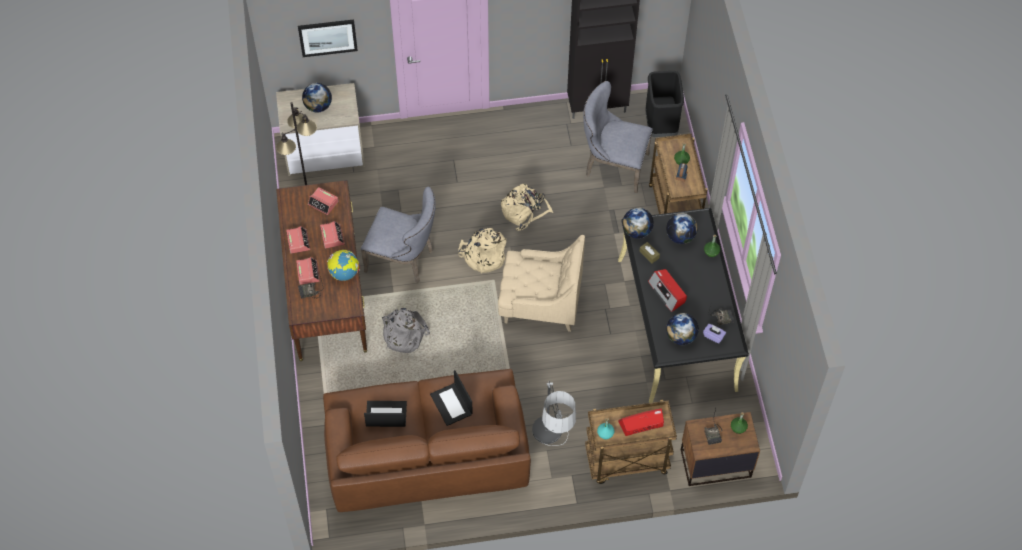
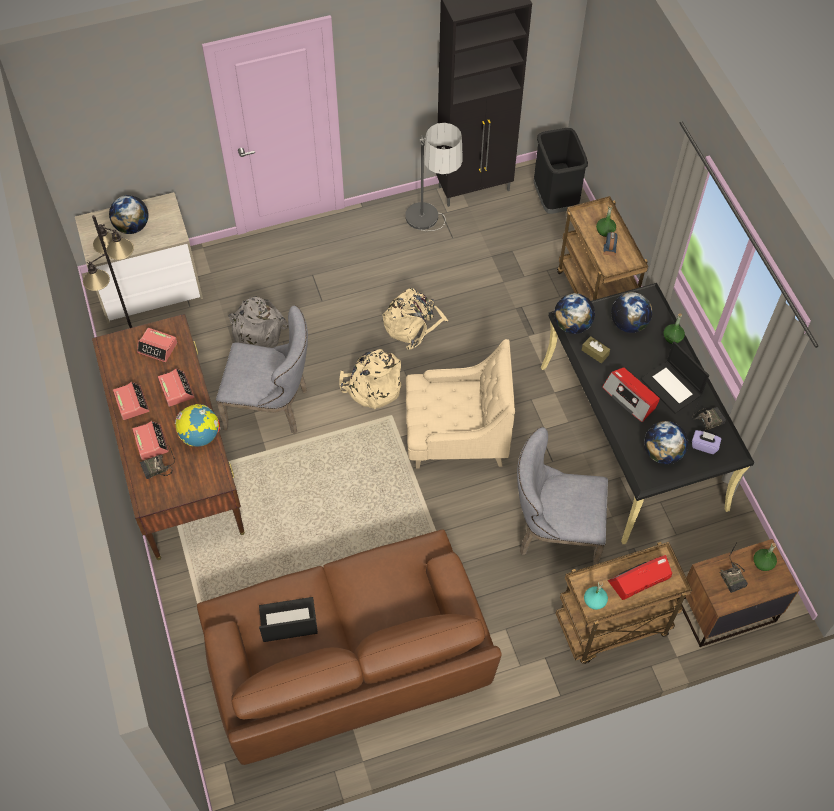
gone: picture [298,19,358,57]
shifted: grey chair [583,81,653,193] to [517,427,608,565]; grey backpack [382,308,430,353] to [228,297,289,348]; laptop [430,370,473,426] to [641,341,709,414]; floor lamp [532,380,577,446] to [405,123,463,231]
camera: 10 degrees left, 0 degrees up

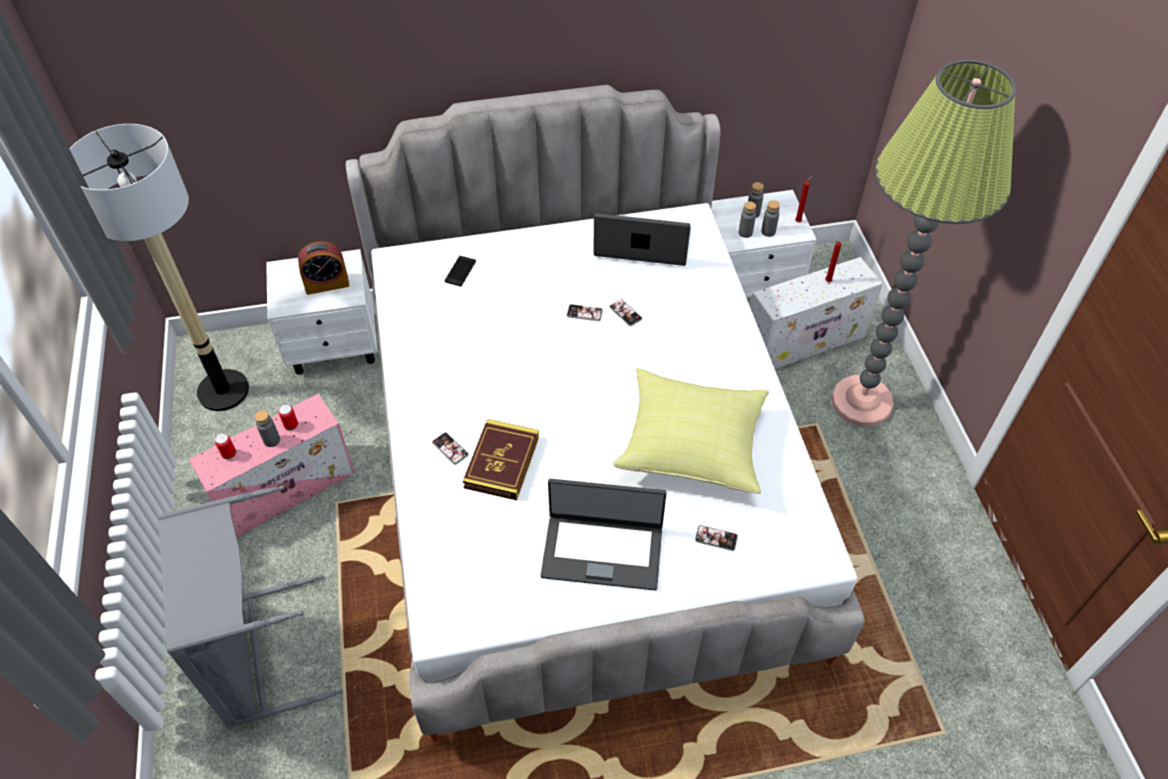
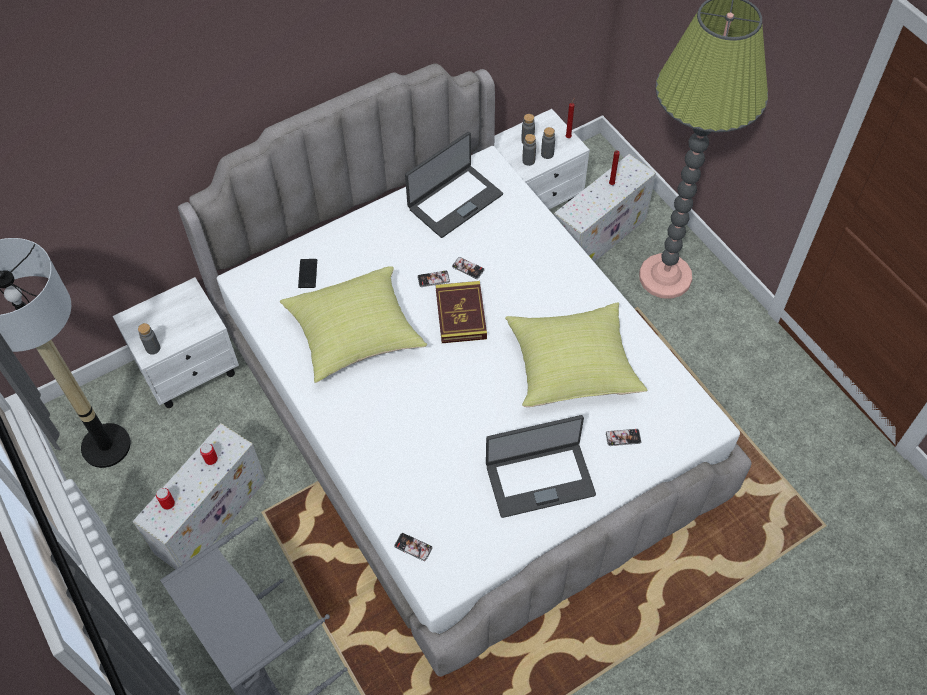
gone: alarm clock [298,242,349,295]
new: yellow pillow [280,266,427,383]
shifted: grey bottle [255,410,280,447] to [138,323,160,355]; book [463,419,539,500] to [436,281,487,343]; phone [432,432,469,465] to [394,533,433,561]
repainted: pink storage box [188,394,355,537] to white storage box [132,423,266,569]
rotated: laptop [593,213,691,266] = [405,132,503,238] 150 degrees clockwise
camera: 20 degrees left, 5 degrees up

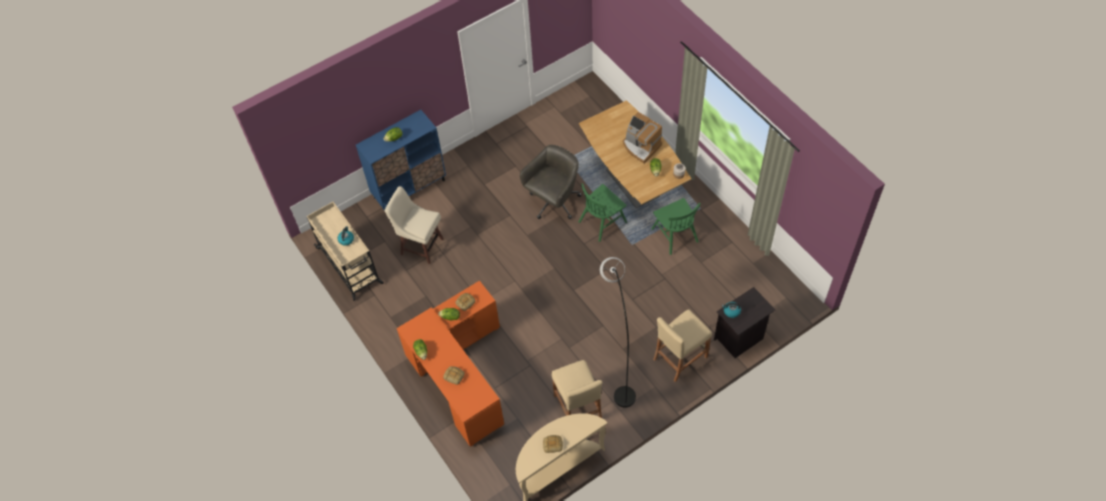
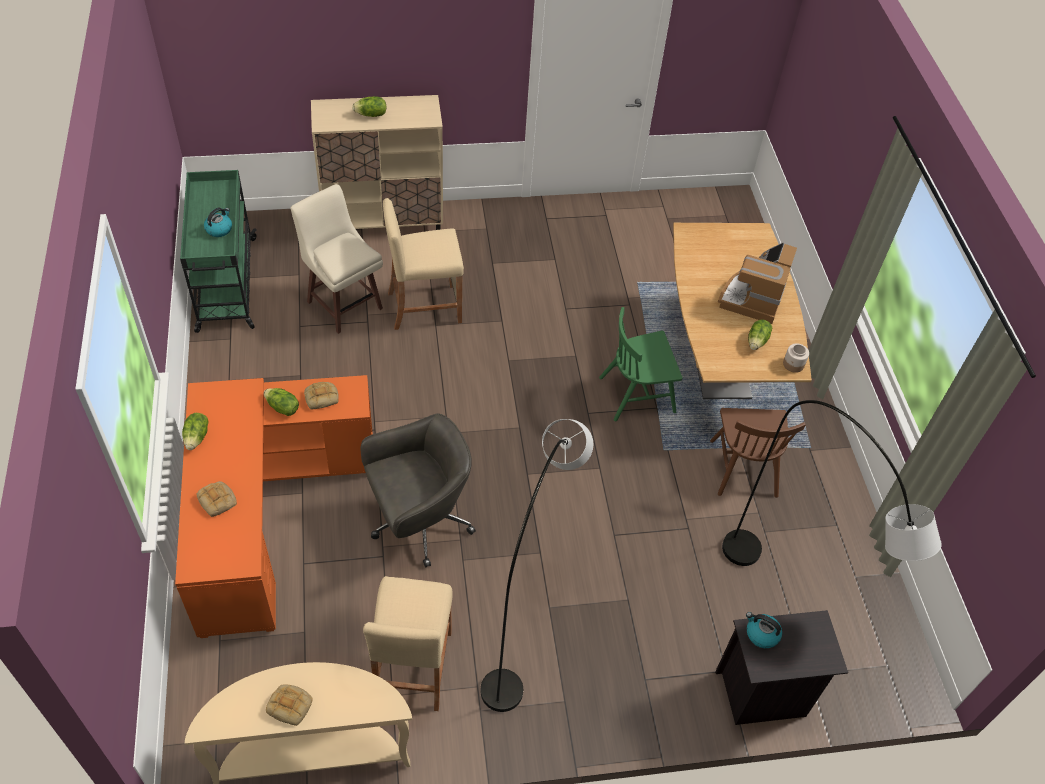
new: grey floor lamp [722,400,942,566]
shifted: grey office chair [520,145,582,219] to [360,413,476,567]; beige stool [653,310,712,382] to [383,198,464,330]
repainted: blue cabinet [356,110,446,210] to beige cabinet [311,95,443,230]; green chair [651,198,701,255] to brown chair [710,408,806,498]; beige cart [306,202,384,301] to green cart [180,170,257,333]
rotated: coffee machine [623,112,662,164] = [718,242,797,324] 45 degrees clockwise
camera: 20 degrees right, 5 degrees down

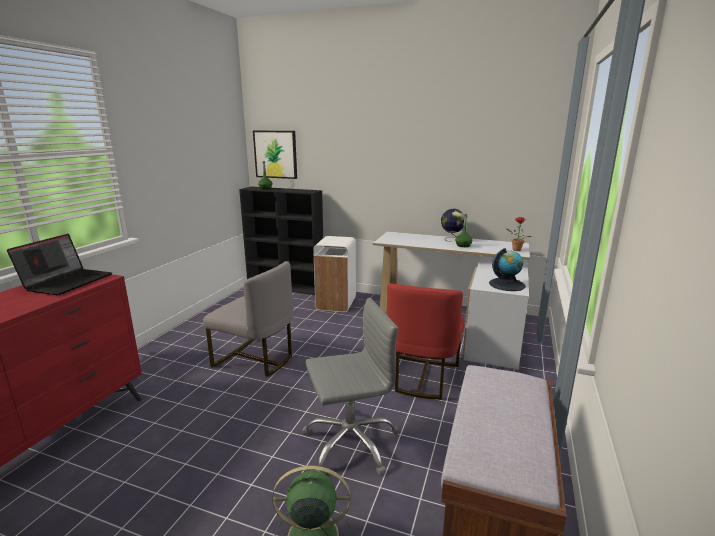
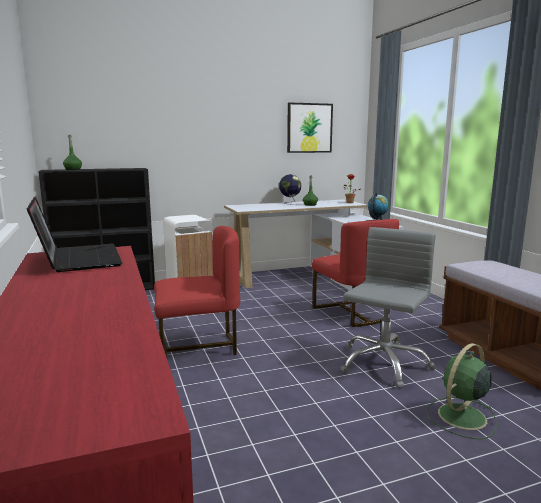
shifted: picture [253,131,297,179] to [287,102,333,153]
repainted: grey chair [203,261,293,377] to red chair [154,226,240,357]
camera: 40 degrees left, 5 degrees down

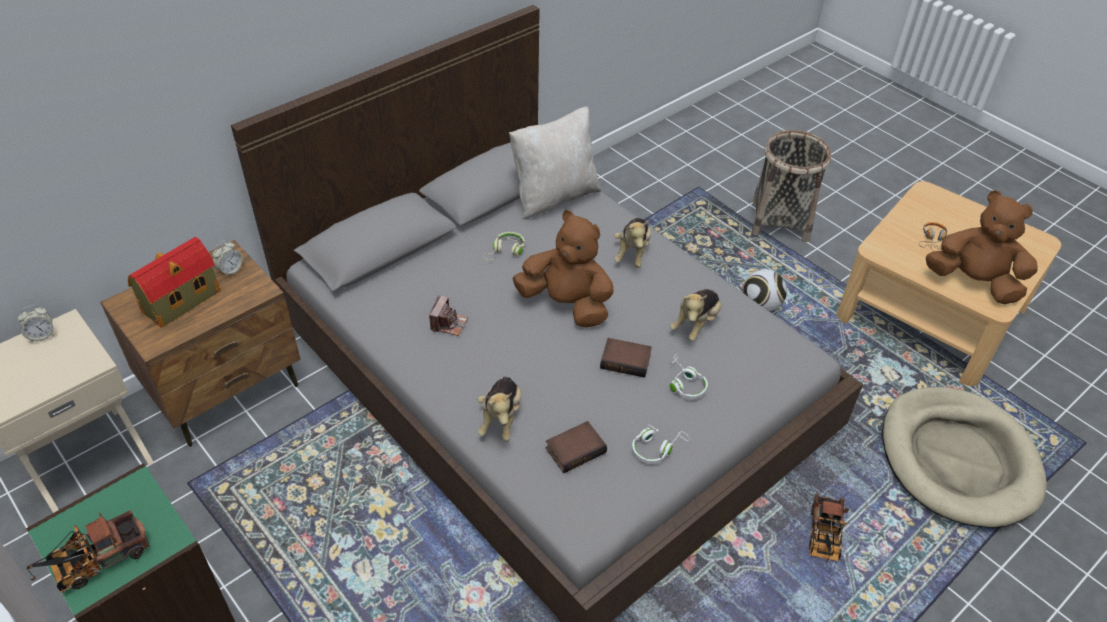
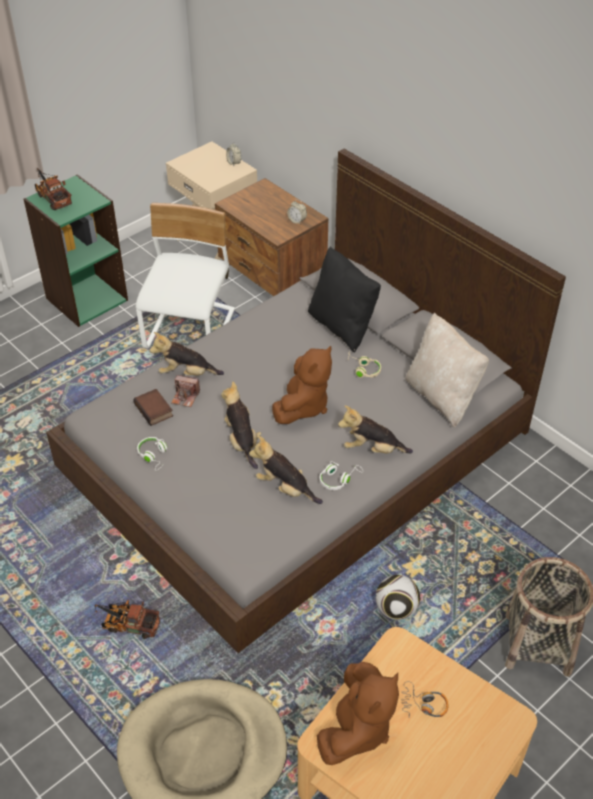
gone: toy house [128,236,220,328]
new: white chair [135,203,235,349]; black pillow [308,246,381,353]
shifted: photo camera [429,295,468,336] to [171,375,200,407]; white headphones [670,353,708,399] to [320,461,363,490]
swapped: book [600,338,652,378] to plush toy [221,382,262,469]
camera: 90 degrees right, 0 degrees up

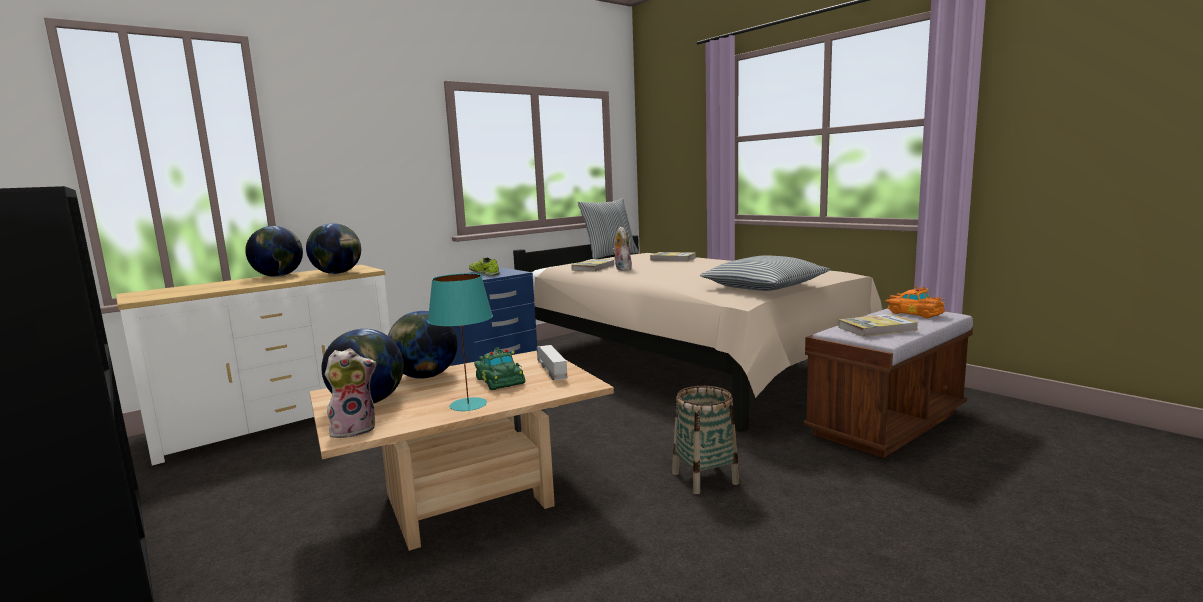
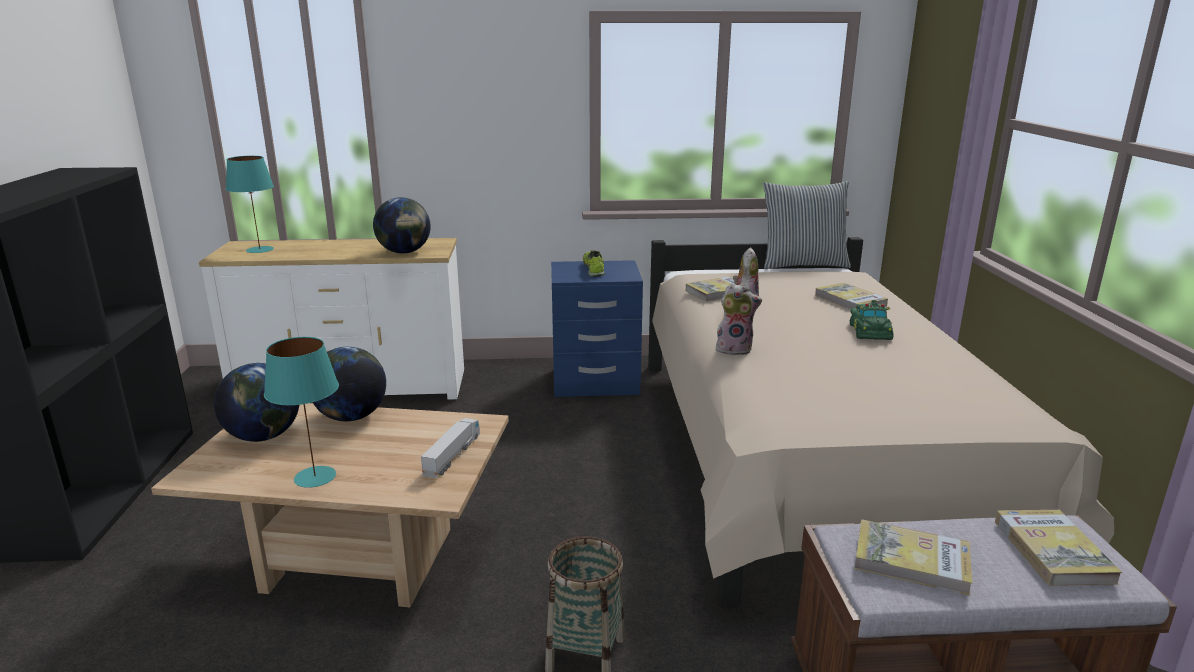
gone: globe [245,226,303,277]; pillow [700,255,830,291]
new: turquoise table lamp [226,156,274,253]
shifted: green toy car [474,347,525,390] to [850,300,893,340]; plush toy [325,349,377,438] to [716,283,762,355]
swapped: orange toy car [885,286,946,318] to book [995,510,1122,586]
camera: 35 degrees right, 10 degrees up

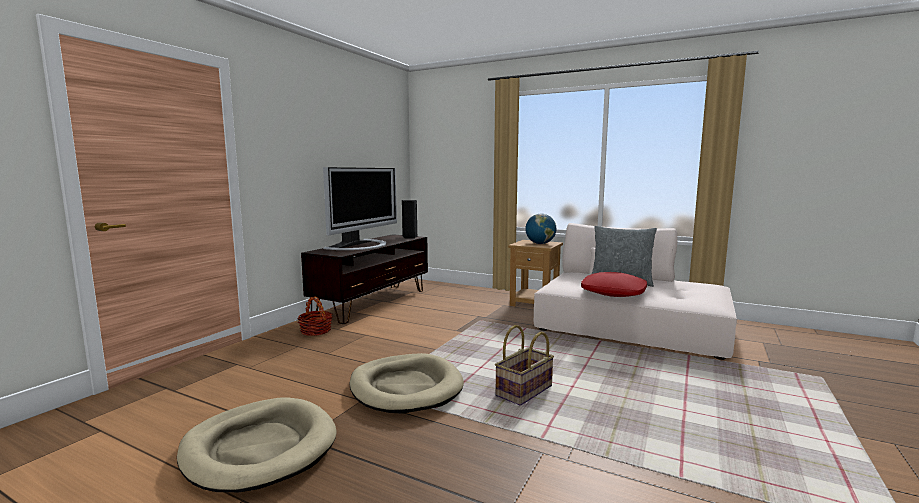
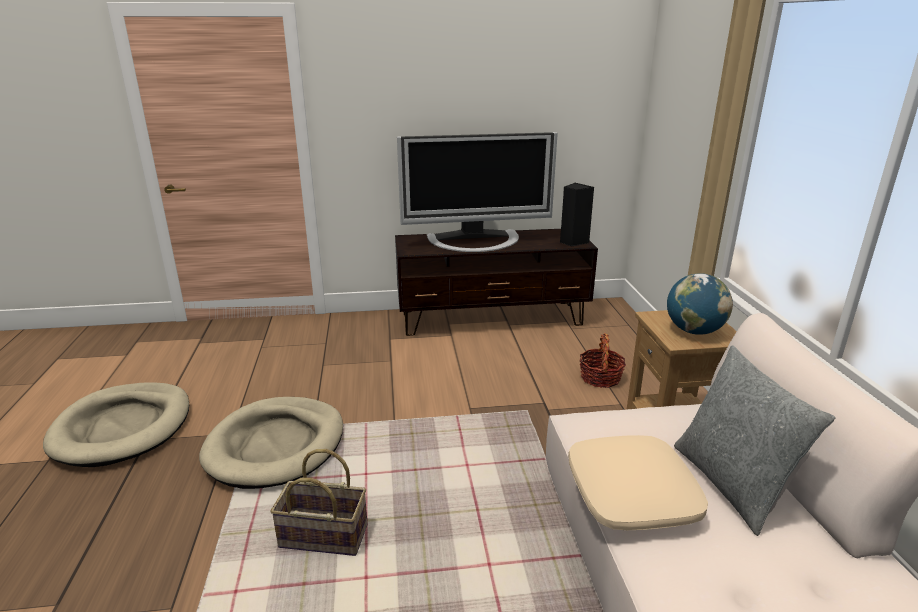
shifted: basket [297,296,332,336] to [579,333,626,388]
repainted: red pillow [581,272,647,297] to beige pillow [568,435,708,530]
camera: 55 degrees right, 15 degrees up

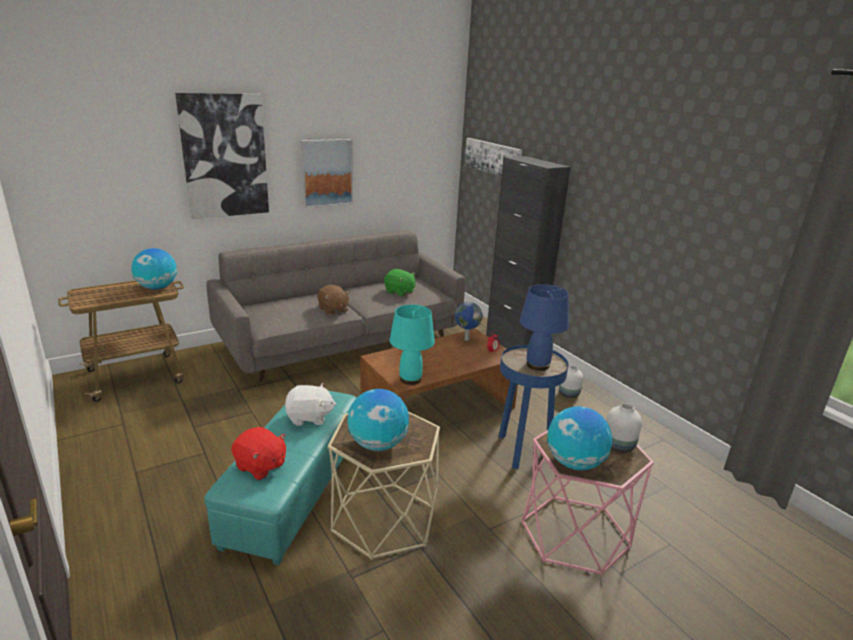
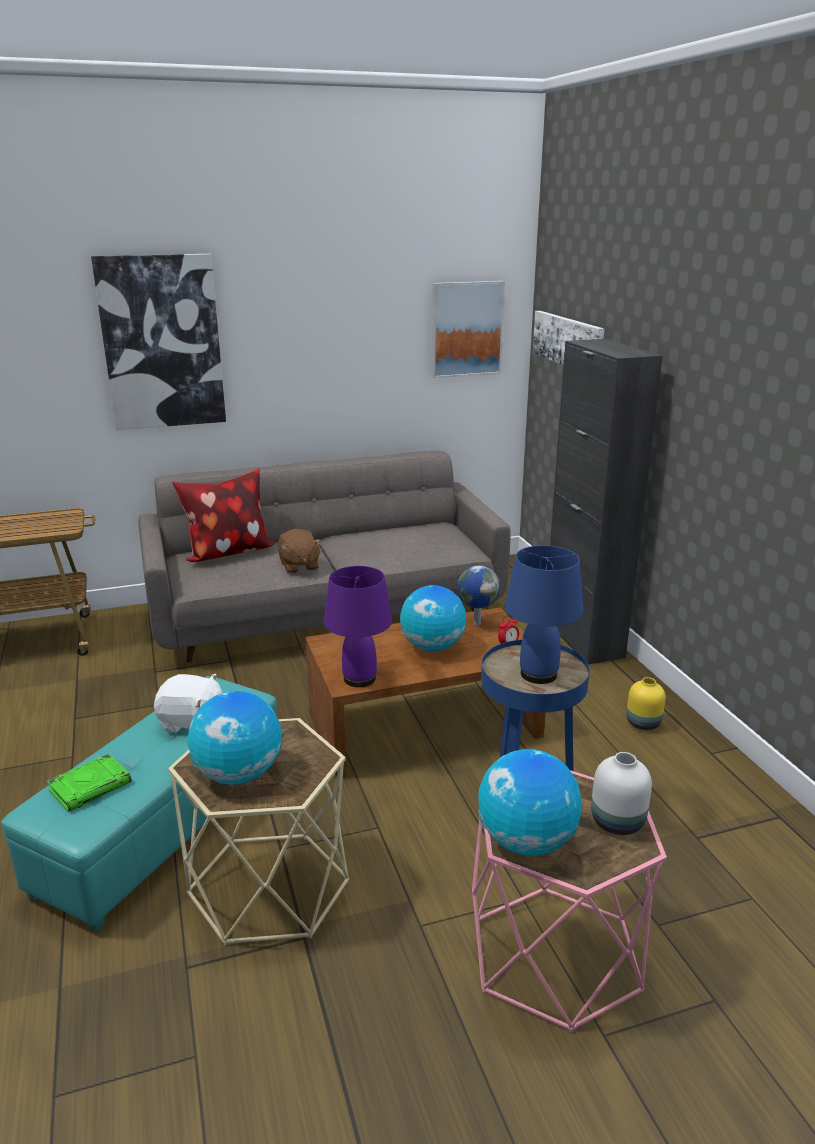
gone: green plush toy [384,269,415,296]
new: pillow [172,469,274,562]
shifted: picture [301,139,353,208] to [432,281,505,378]; globe [131,248,177,290] to [400,585,466,652]
swapped: red plush toy [231,427,286,480] to green book [47,754,131,812]
repainted: turquoise table lamp [390,305,435,385] to purple table lamp [324,566,392,687]; white vase [559,365,583,398] to yellow vase [627,677,666,730]
camera: 15 degrees right, 0 degrees up

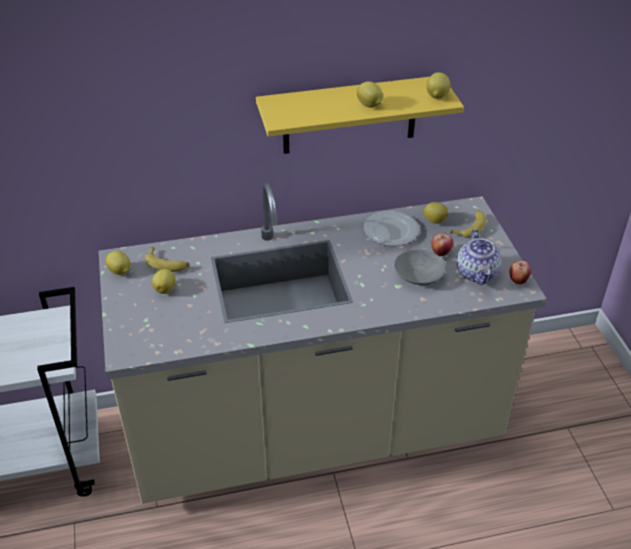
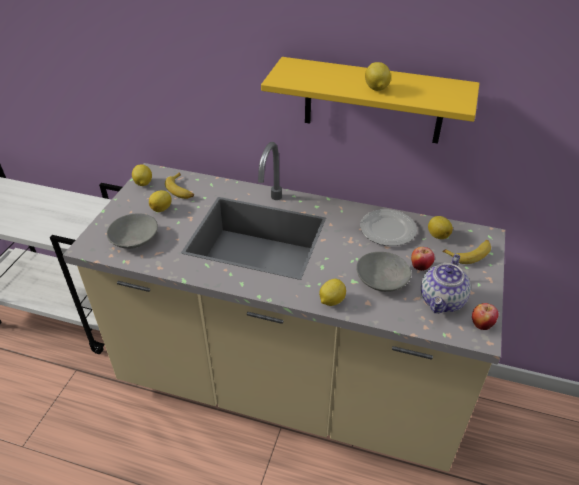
new: grey bowl [107,213,158,249]
shifted: lemon [427,72,451,99] to [319,279,346,306]
camera: 30 degrees right, 0 degrees up

